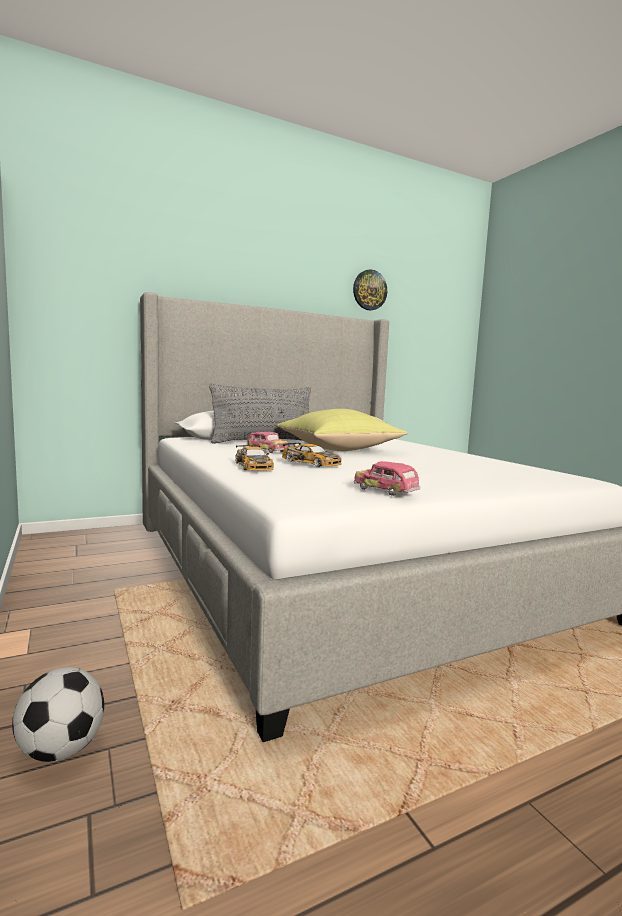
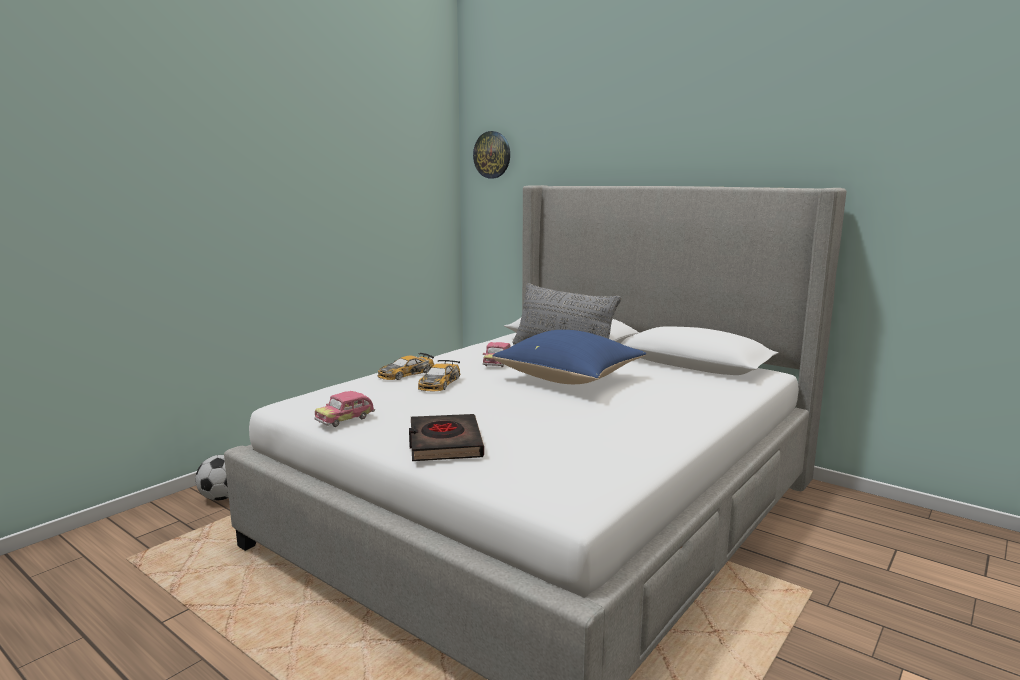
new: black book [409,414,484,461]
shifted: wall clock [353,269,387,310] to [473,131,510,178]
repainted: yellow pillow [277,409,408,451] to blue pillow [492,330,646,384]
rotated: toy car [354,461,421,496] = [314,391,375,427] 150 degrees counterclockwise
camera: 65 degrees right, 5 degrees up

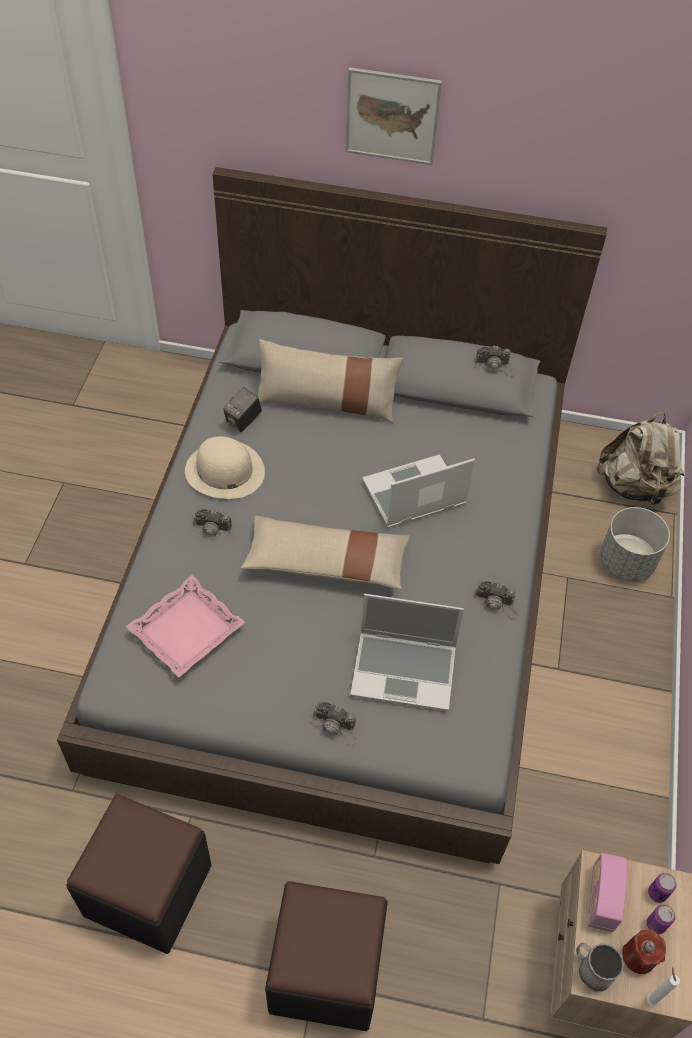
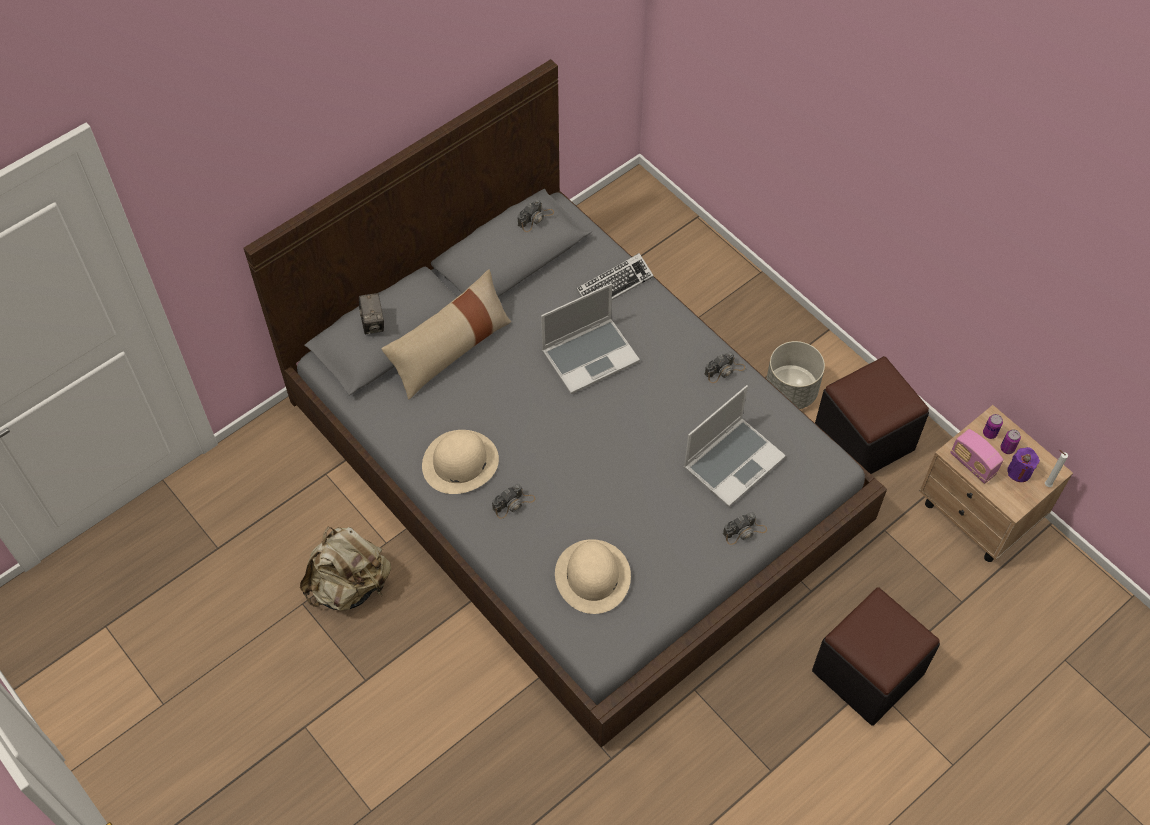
gone: picture [346,67,442,165]; beige pillow [241,516,410,590]; grey mug [576,943,624,991]
new: keyboard [576,253,654,300]
shifted: photo camera [223,387,262,432] to [359,293,384,334]; beige backpack [597,412,684,507] to [300,527,391,611]; grey planter [600,507,670,581] to [766,341,825,409]; black ottoman [66,794,212,954] to [815,356,929,474]
swapped: pink tray [126,575,245,678] to beige hat [555,539,631,614]
repainted: red candle [622,930,666,974] to purple candle [1007,447,1040,482]
rotated: laptop [362,454,475,528] = [541,284,640,394] 135 degrees counterclockwise
camera: 50 degrees left, 5 degrees up

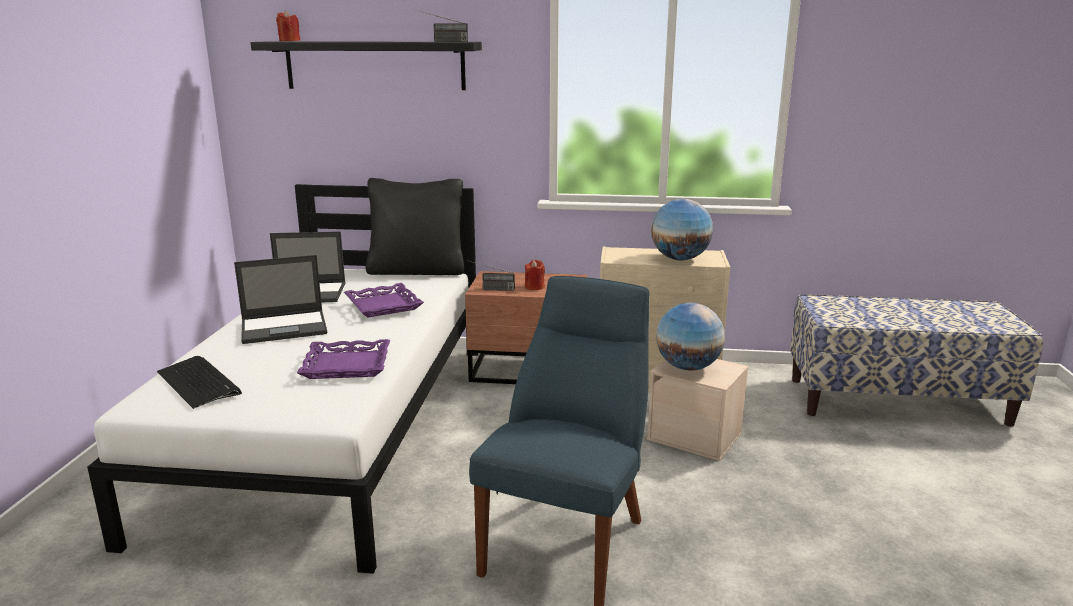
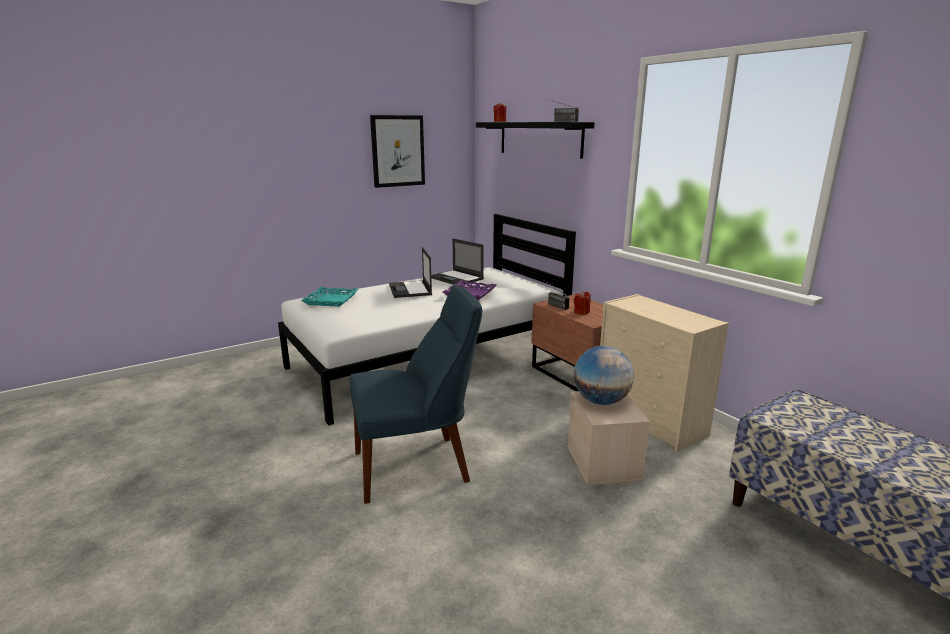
gone: black pillow [366,178,464,275]; globe [651,199,713,260]; purple tray [297,339,390,379]
new: picture [370,115,425,188]
swapped: keyboard [157,356,242,409] to turquoise tray [301,287,358,307]
rotated: laptop [234,255,327,344] = [389,247,432,298] 45 degrees clockwise
camera: 50 degrees right, 0 degrees up

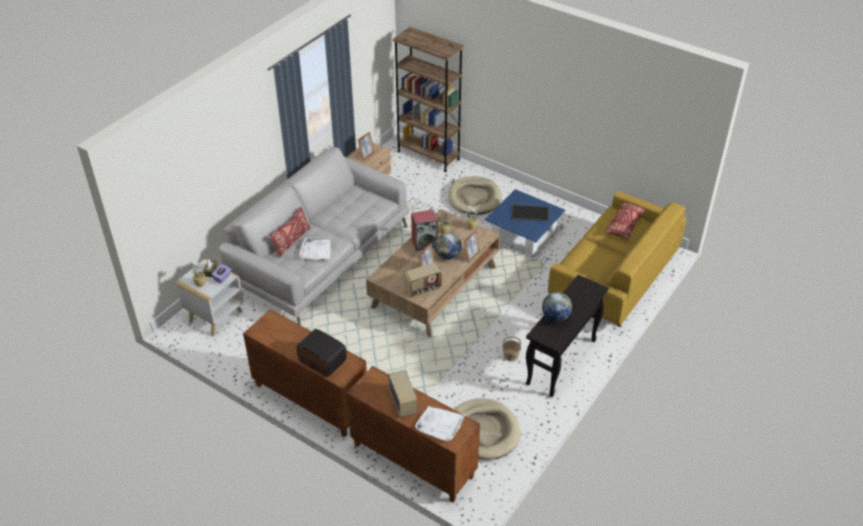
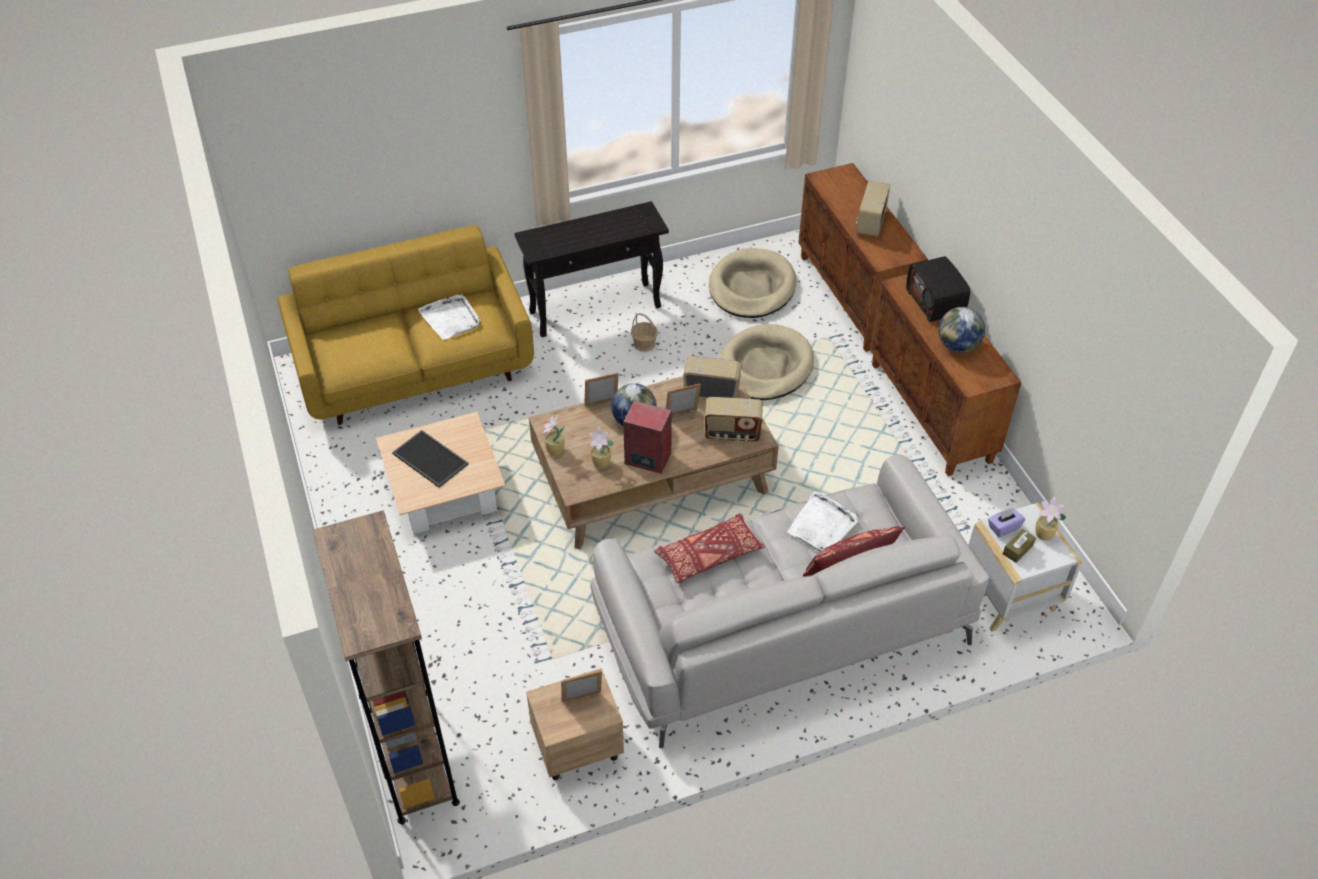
new: radio [705,397,763,442]
shifted: beige dog bed [448,176,502,215] to [720,324,814,400]; red pillow [605,202,645,239] to [654,513,765,583]; globe [542,292,572,322] to [939,307,985,353]; white tray [415,406,466,441] to [418,294,480,340]
repainted: blue coffee table [485,189,566,256] to beige coffee table [376,412,506,534]
camera: 145 degrees left, 5 degrees up

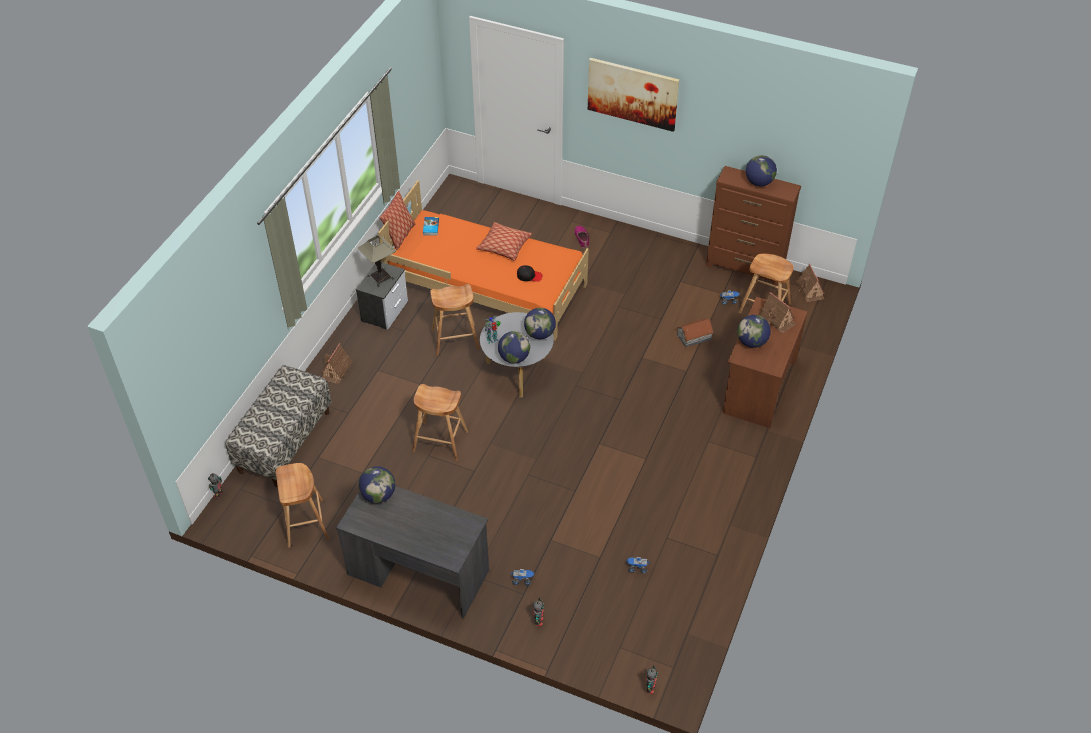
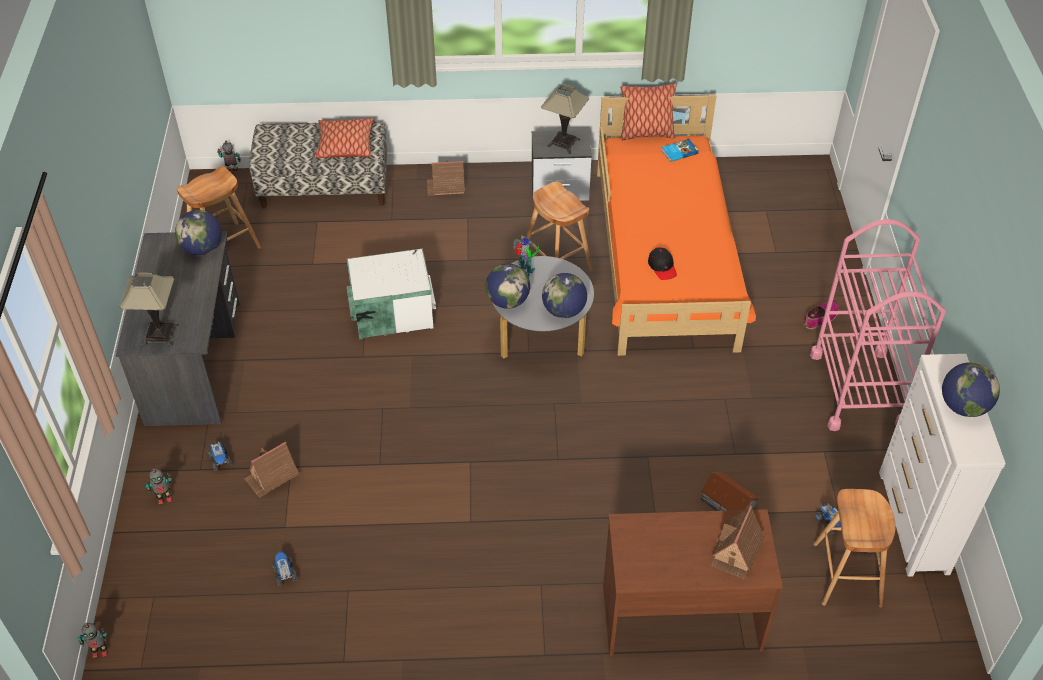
gone: picture [588,58,679,132]; globe [737,315,771,348]
new: pink cart [810,219,946,431]; table lamp [119,273,179,346]
shifted: pillow [476,222,532,261] to [315,118,374,158]; toy house [796,264,825,302] to [244,442,299,498]
swapped: brown stool [412,384,468,461] to white storage box [347,249,436,339]
repainted: brown dresser [706,166,801,286] to white dresser [879,354,1005,577]
camera: 65 degrees right, 0 degrees up

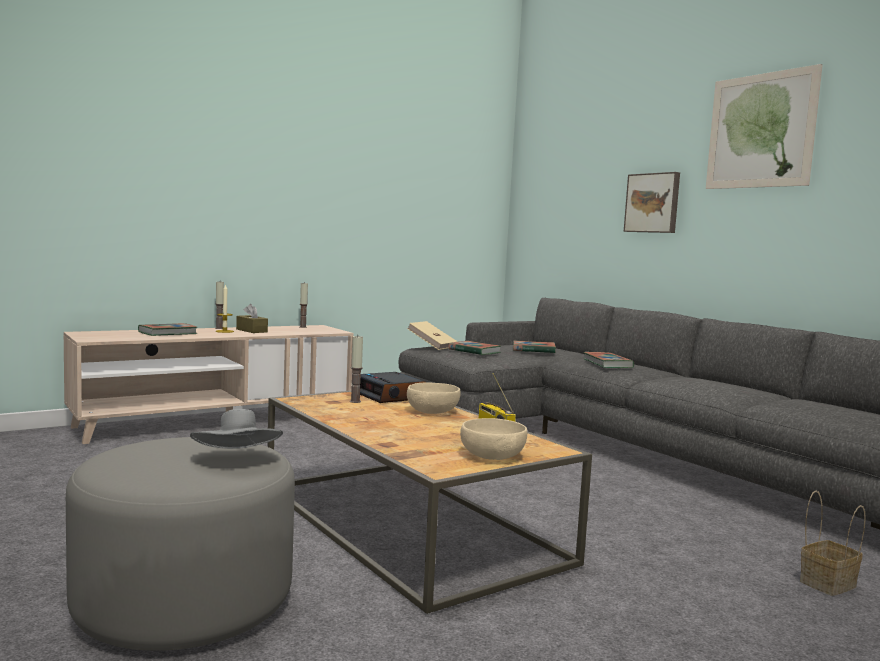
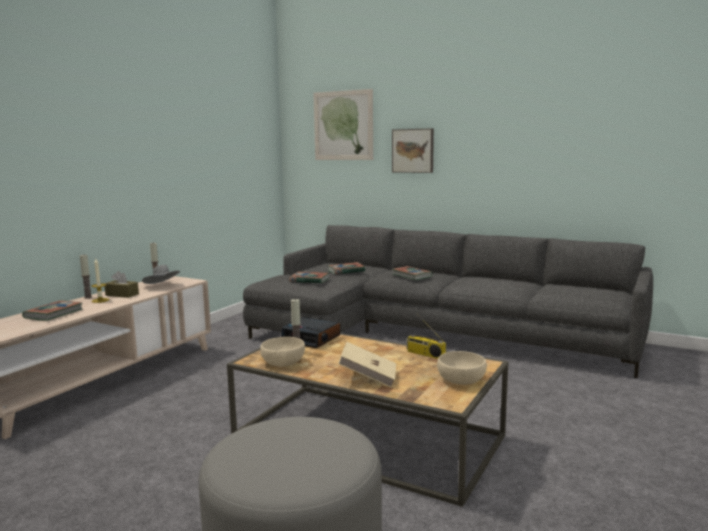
gone: basket [800,491,866,596]
shifted: picture [706,64,823,189] to [313,89,373,160]; beige book [407,321,458,350] to [338,342,396,387]; beige bowl [407,382,461,414] to [260,337,305,367]; grey hat [190,409,283,449] to [142,265,180,284]
camera: 25 degrees left, 5 degrees up

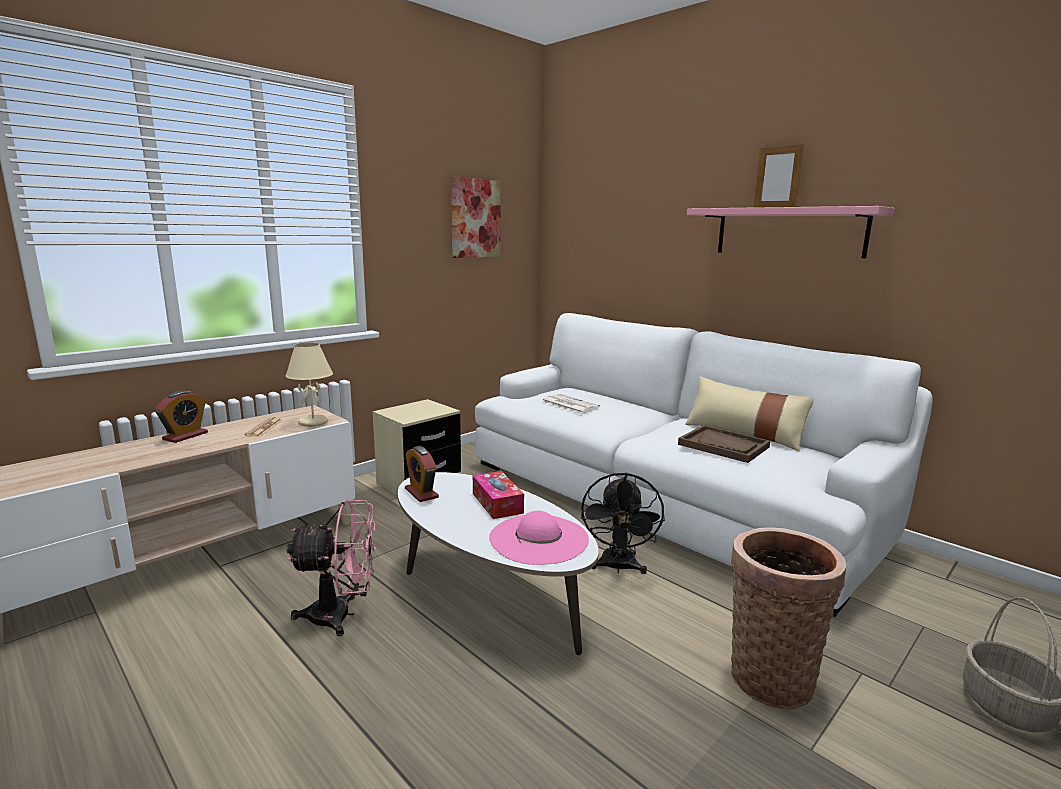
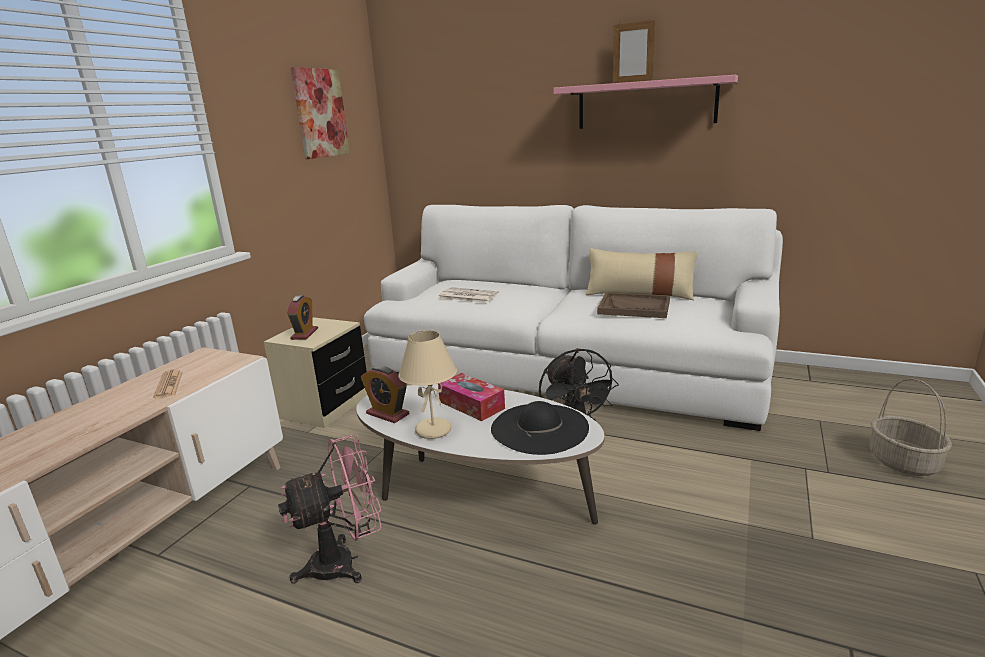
gone: basket [731,527,846,710]
shifted: beige table lamp [285,343,333,427] to [398,330,457,439]; alarm clock [155,391,208,443] to [287,295,318,340]
repainted: pink hat [489,511,589,565] to black hat [491,401,589,455]
camera: 20 degrees left, 5 degrees up

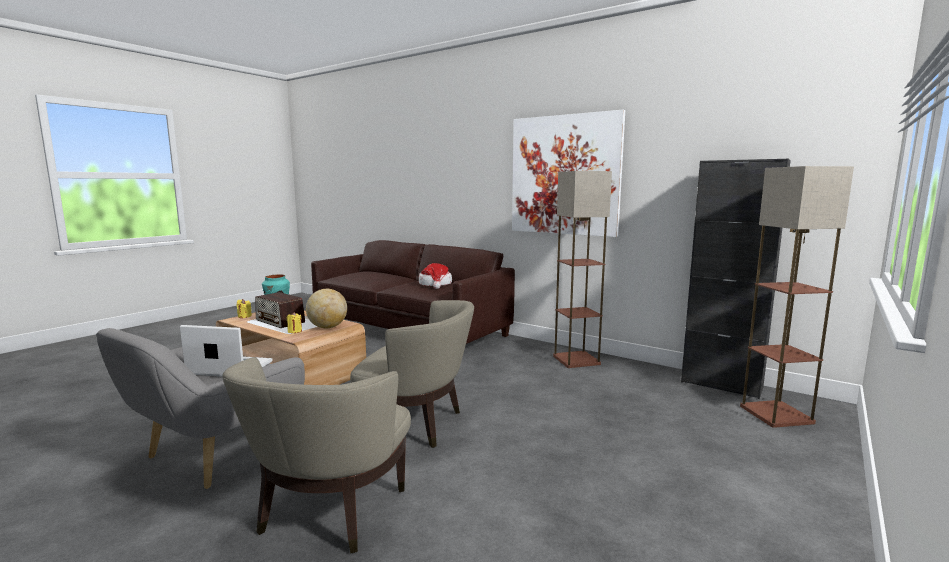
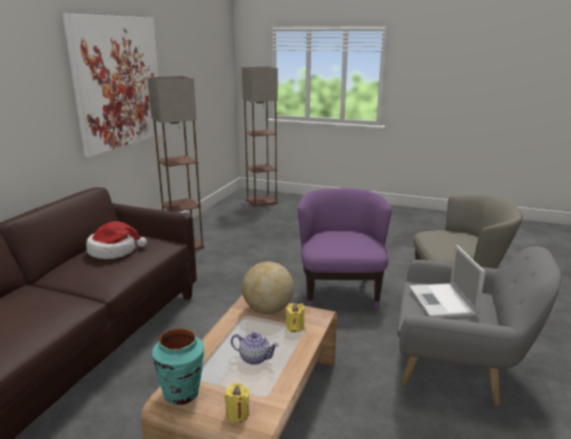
gone: black cabinet [681,159,791,399]
swapped: radio [255,292,305,328] to teapot [231,332,279,365]
repainted: beige armchair [350,300,474,448] to purple armchair [298,188,392,308]
camera: 105 degrees left, 10 degrees up

